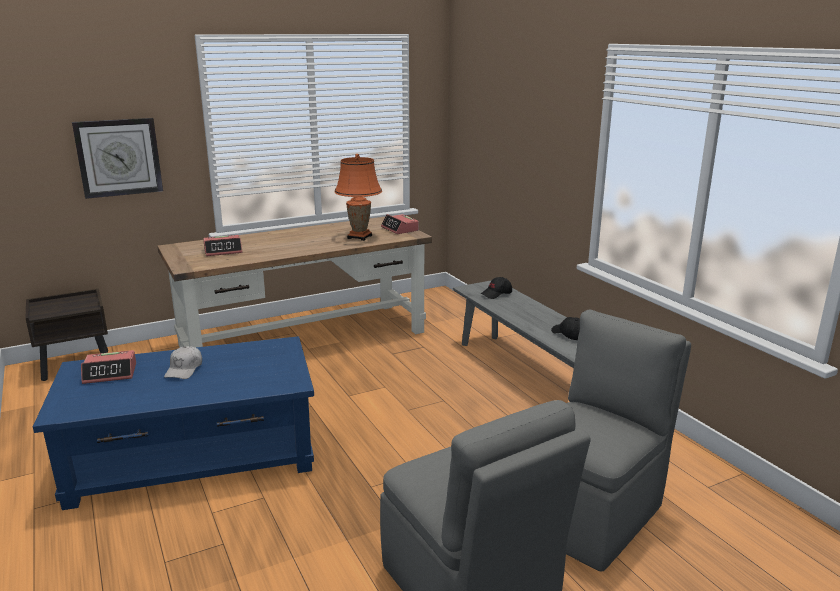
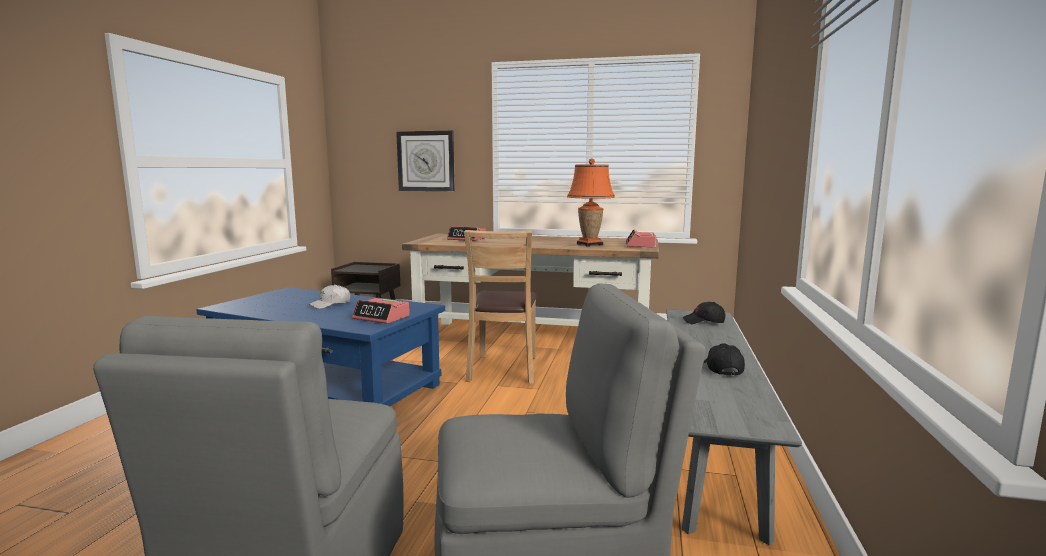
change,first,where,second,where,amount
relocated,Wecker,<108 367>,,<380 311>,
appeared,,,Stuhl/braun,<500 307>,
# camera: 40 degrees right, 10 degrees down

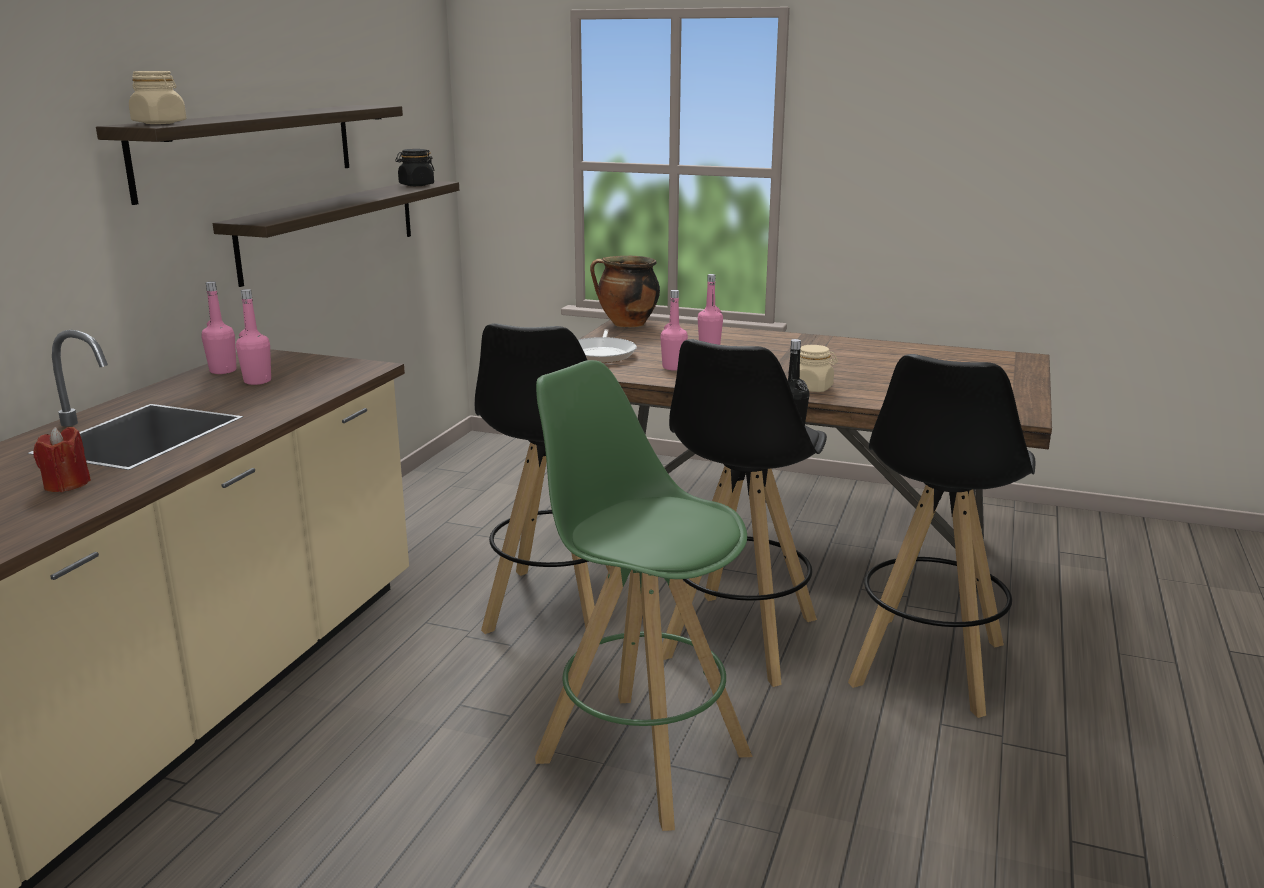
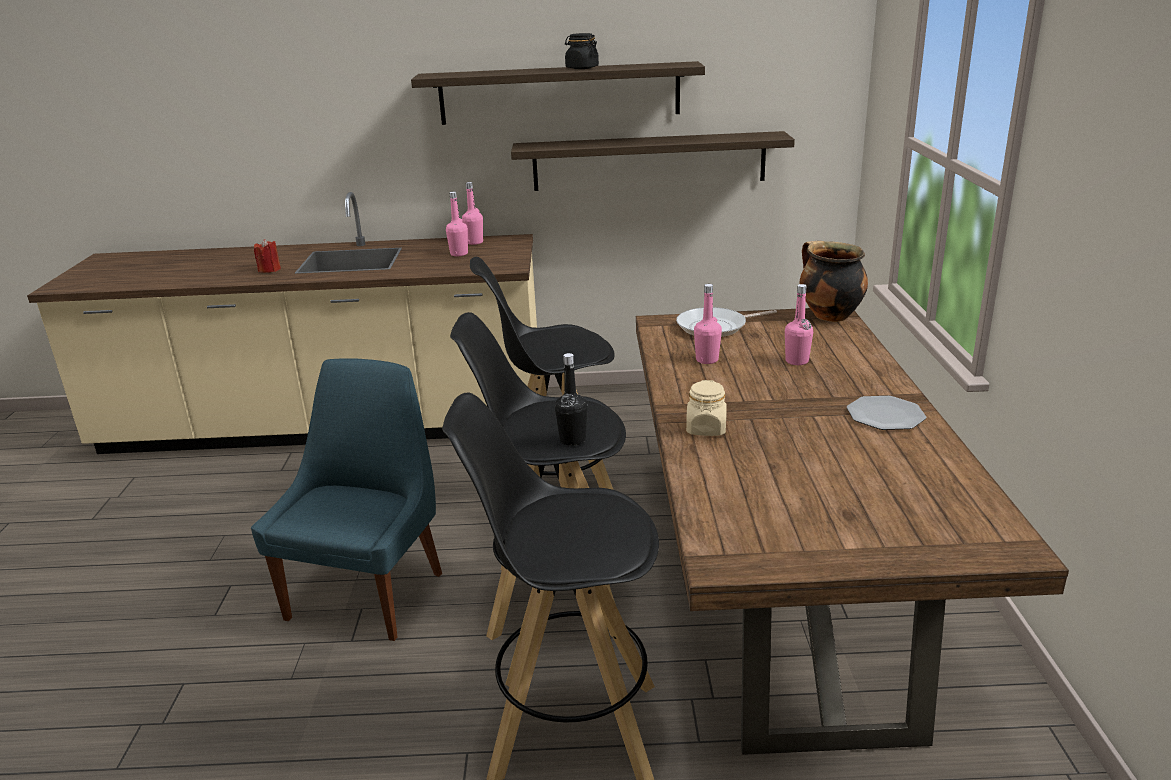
change,first,where,second,where,amount
missing,Vorratsglas/beige,<158 97>,,,
relocated,Vorratsglas/schwarz,<414 167>,,<582 51>,
exchanged,Hocker/grün,<644 595>,Stuhl/blau,<346 499>,
appeared,,,Teller,<886 413>,
# camera: 70 degrees right, 5 degrees up

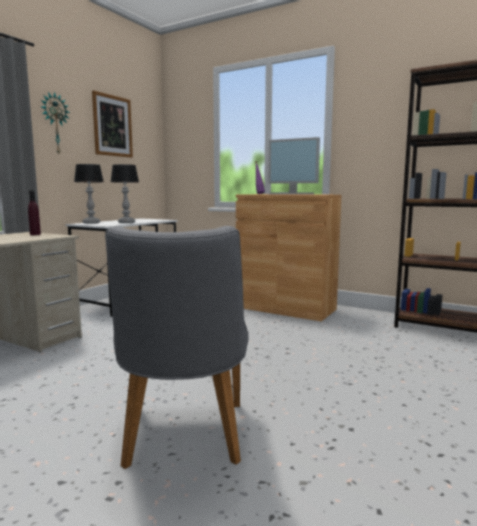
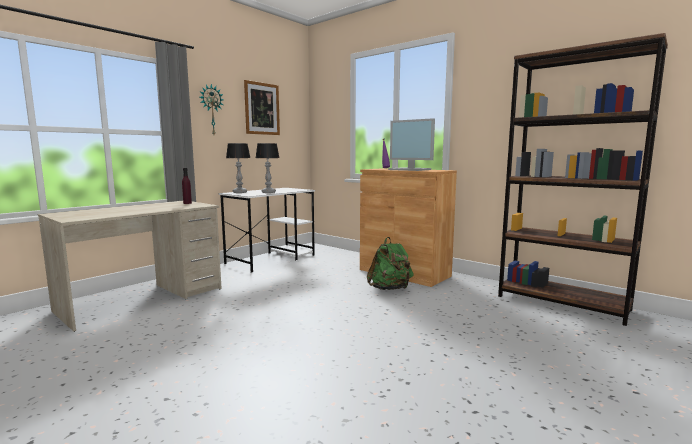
change,first,where,second,where,amount
missing,Stuhl/grau,<177 347>,,,
appeared,,,Rucksack/grün,<390 263>,
# camera: 10 degrees right, 0 degrees up

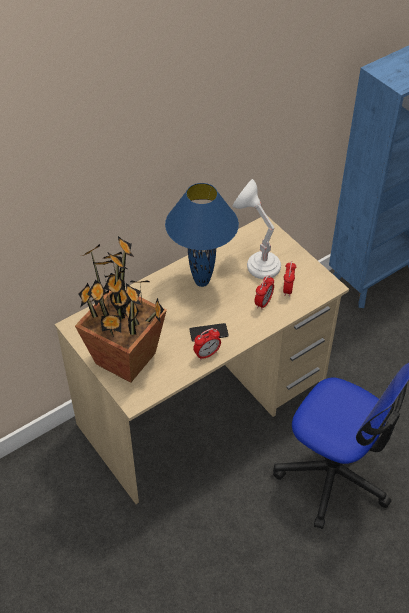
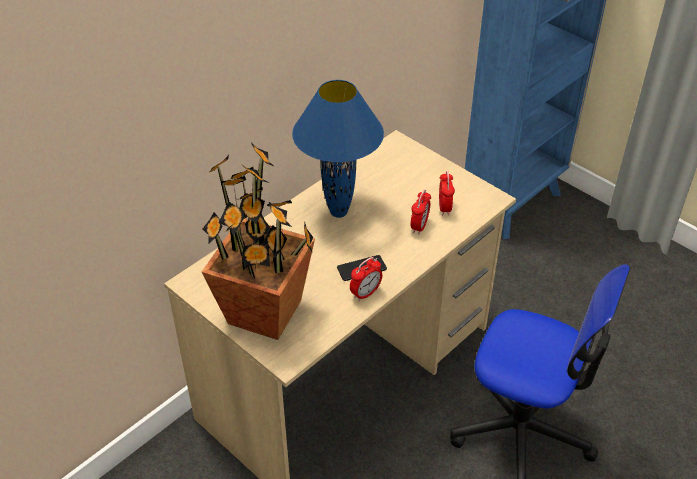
change,first,where,second,where,amount
missing,Tischlampe/weiß,<256 229>,,,
# camera: 10 degrees left, 5 degrees down

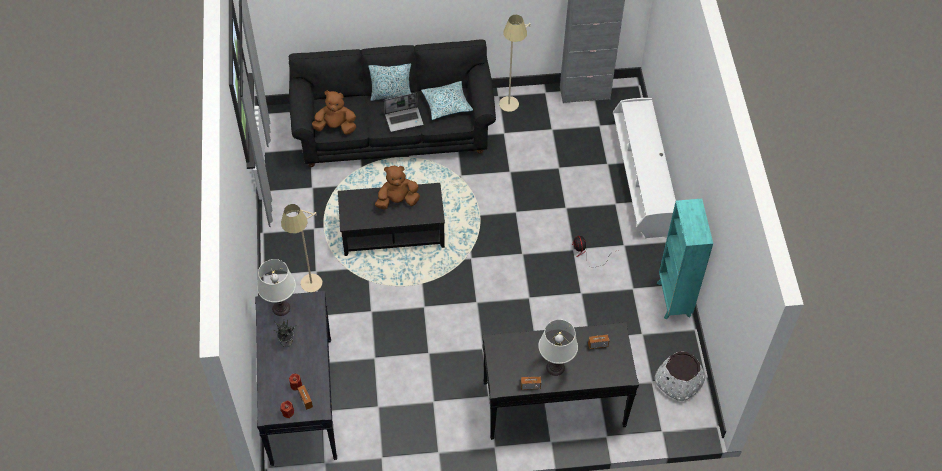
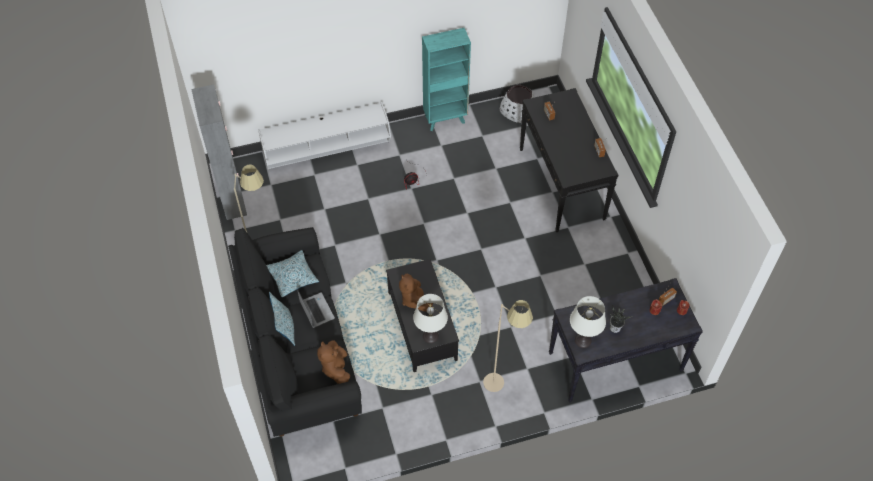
change,first,where,second,where,amount
relocated,Tischlampe/weiß,<558 347>,,<430 318>,
# camera: 100 degrees left, 0 degrees up

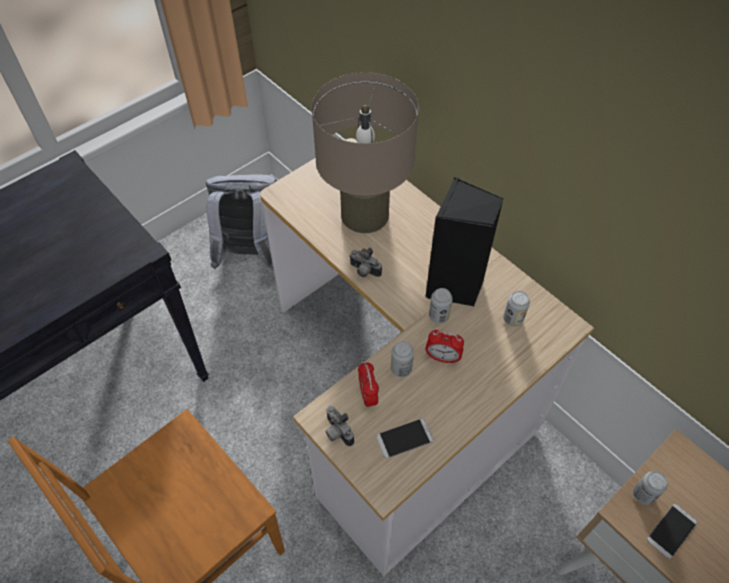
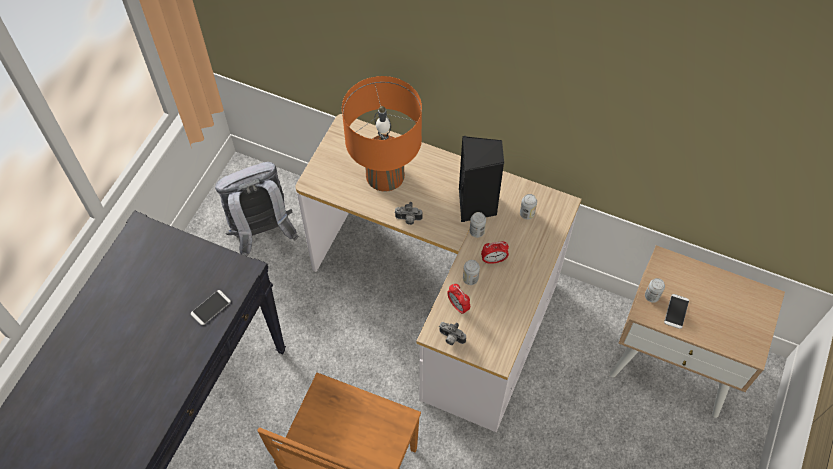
change,first,where,second,where,amount
colour,Tischlampe/beige,<365 152>,Tischlampe/orange,<382 134>,
relocated,Handy,<404 438>,,<211 307>,
# camera: 25 degrees left, 5 degrees up

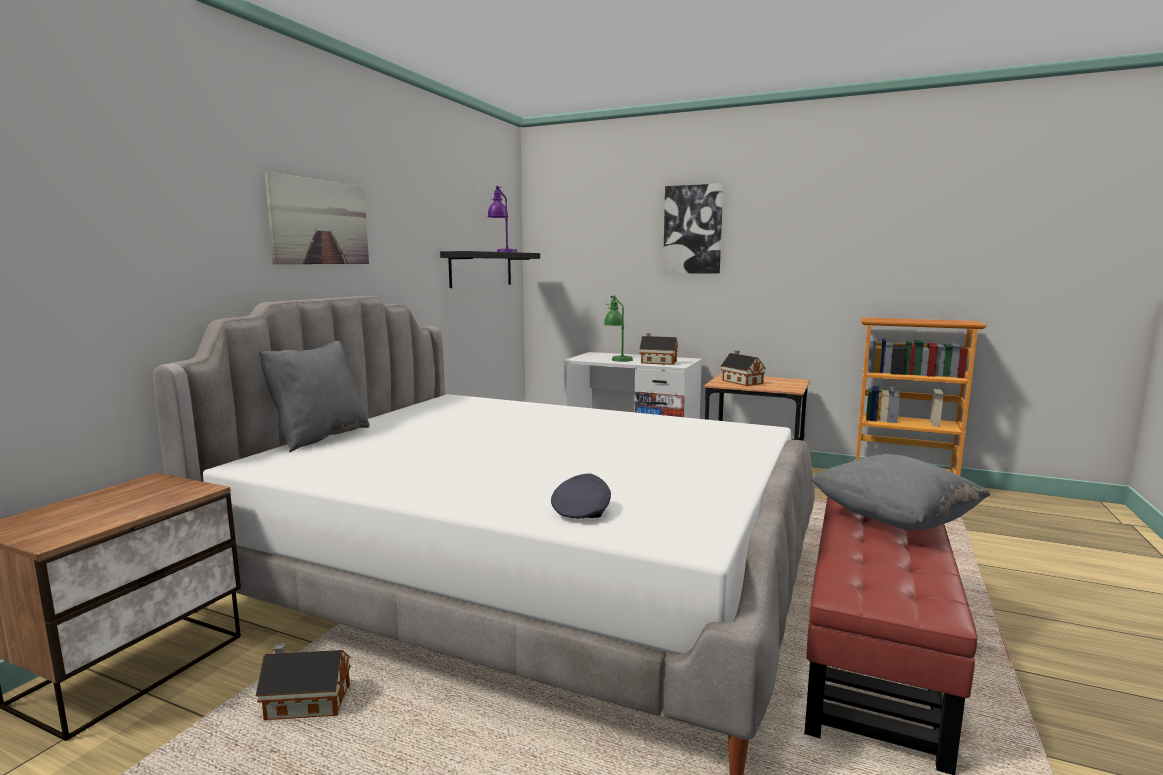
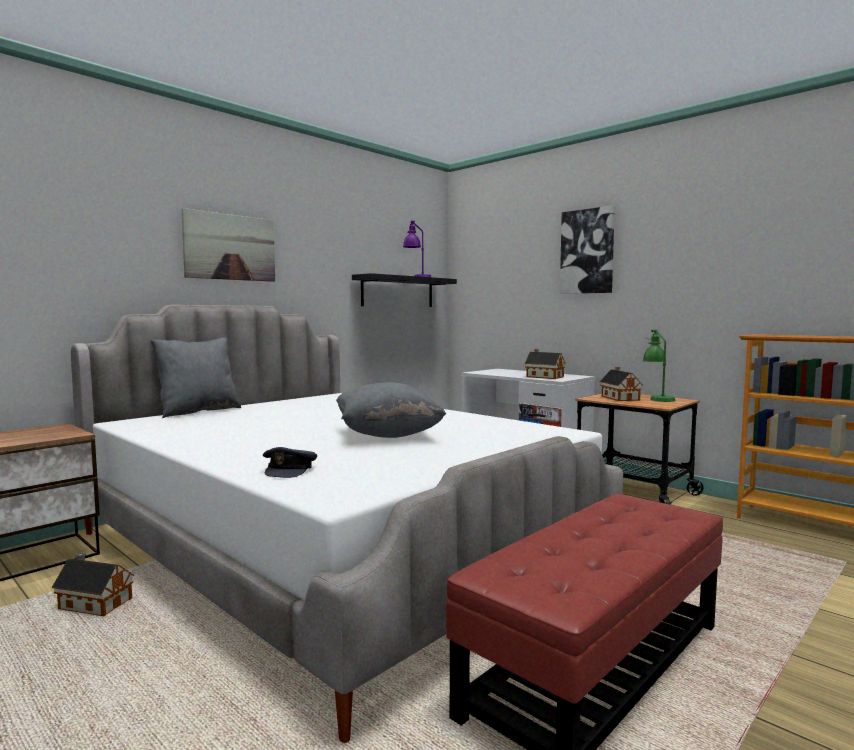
change,first,where,second,where,amount
spun,Kappe/grau,<581 495>,,<290 462>,150 degrees clockwise
relocated,Tischlampe/grün,<618 328>,,<659 365>,
relocated,Kissen/grau,<900 492>,,<391 410>,
# camera: 20 degrees right, 5 degrees down

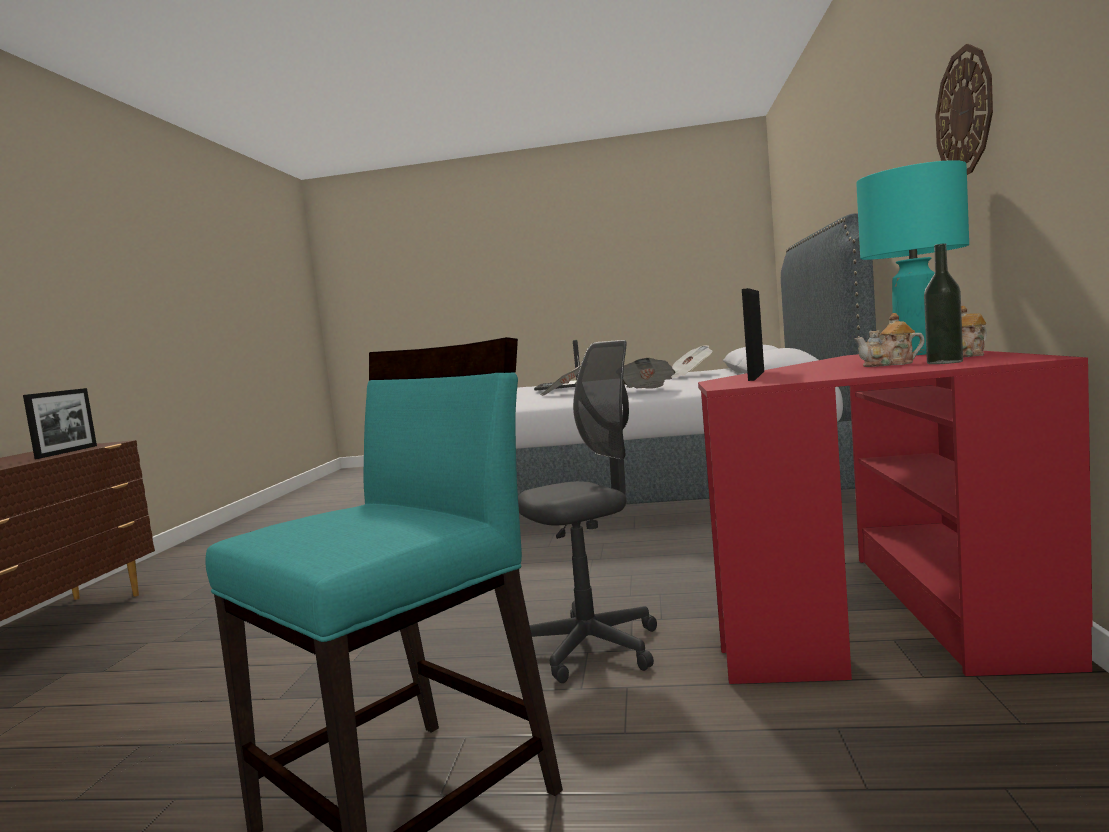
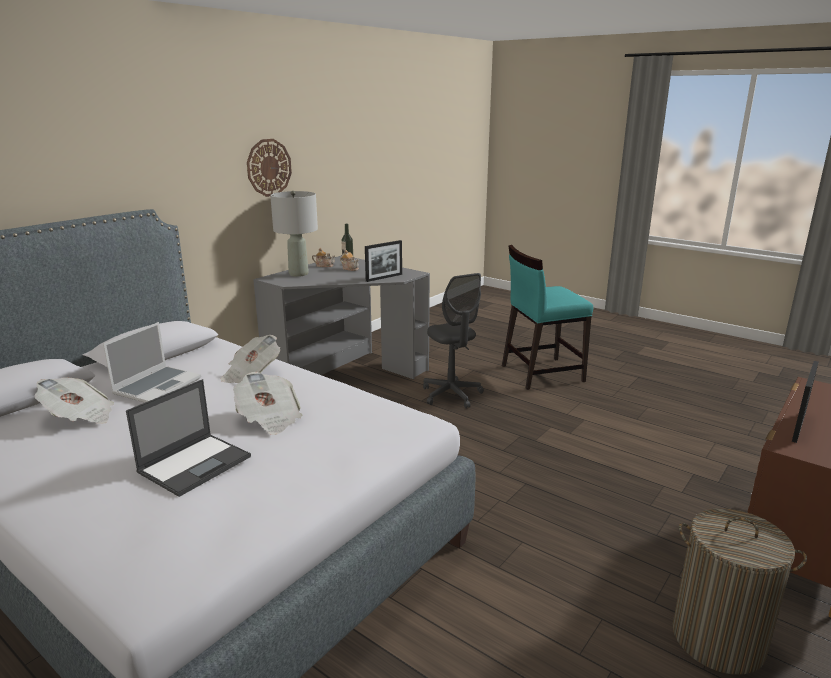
change,first,where,second,where,amount
spun,Bürostuhl/grau,<587 511>,,<453 340>,120 degrees counterclockwise
colour,Schreibtisch/rot,<895 517>,Schreibtisch/grau,<341 317>,
colour,Tischlampe/türkis,<912 257>,Tischlampe/grau,<294 234>,
appeared,,,Laptop,<152 362>,
appeared,,,Wäschekorb,<740 591>,
# camera: 150 degrees left, 15 degrees up

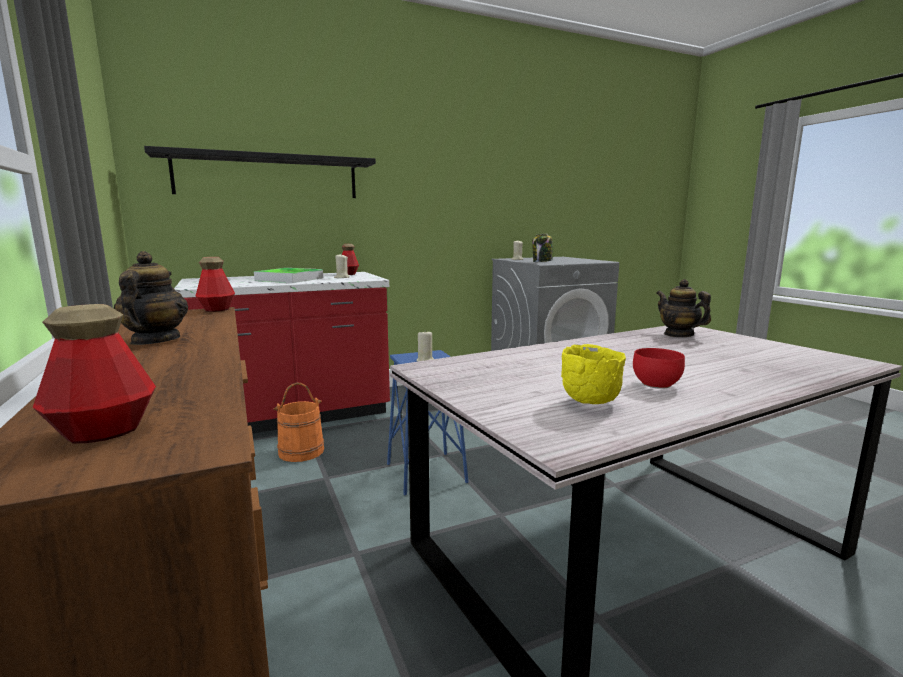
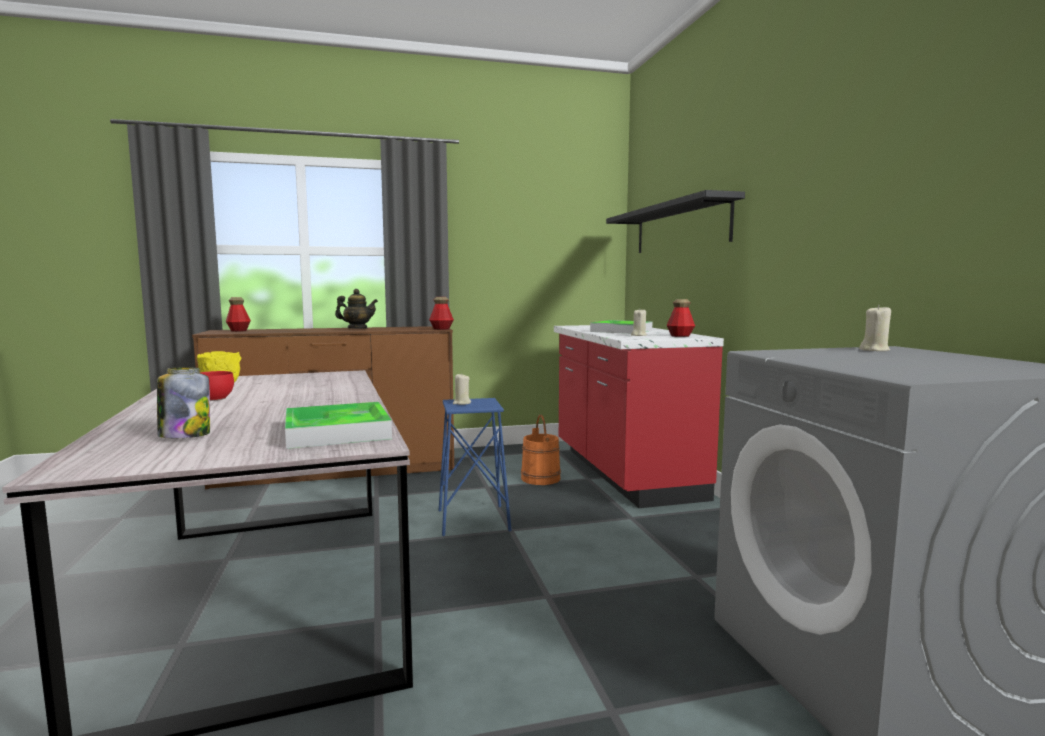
change,first,where,second,where,amount
relocated,Vorratsglas,<542 248>,,<183 402>,
exchanged,Teekanne,<683 308>,Tablett,<338 425>,
# camera: 100 degrees right, 5 degrees down

